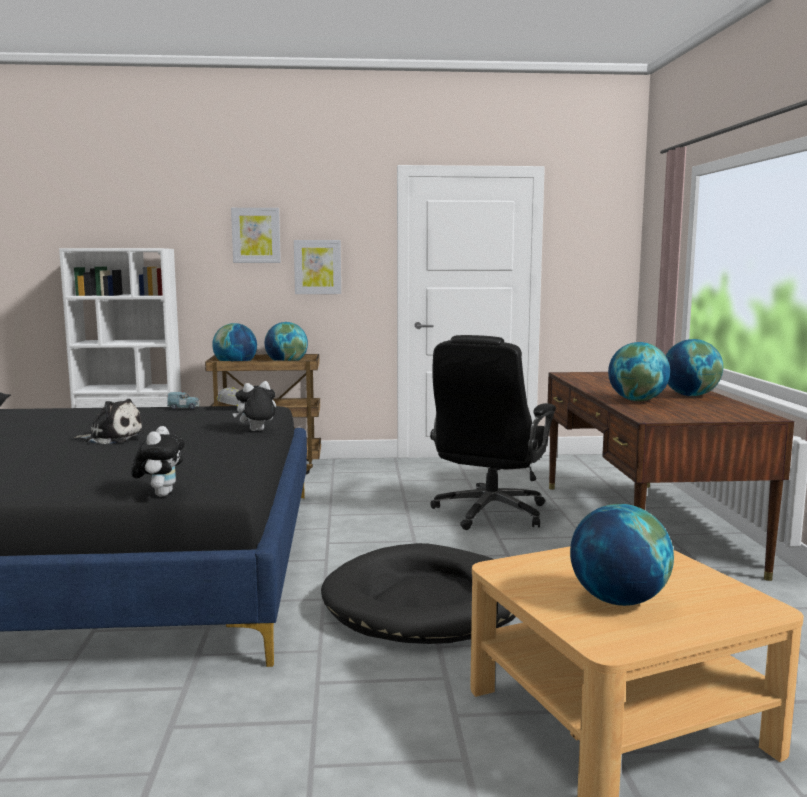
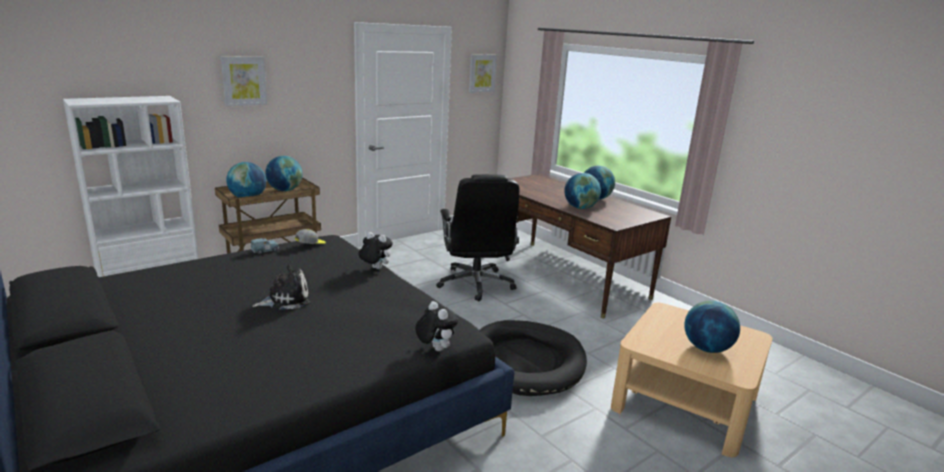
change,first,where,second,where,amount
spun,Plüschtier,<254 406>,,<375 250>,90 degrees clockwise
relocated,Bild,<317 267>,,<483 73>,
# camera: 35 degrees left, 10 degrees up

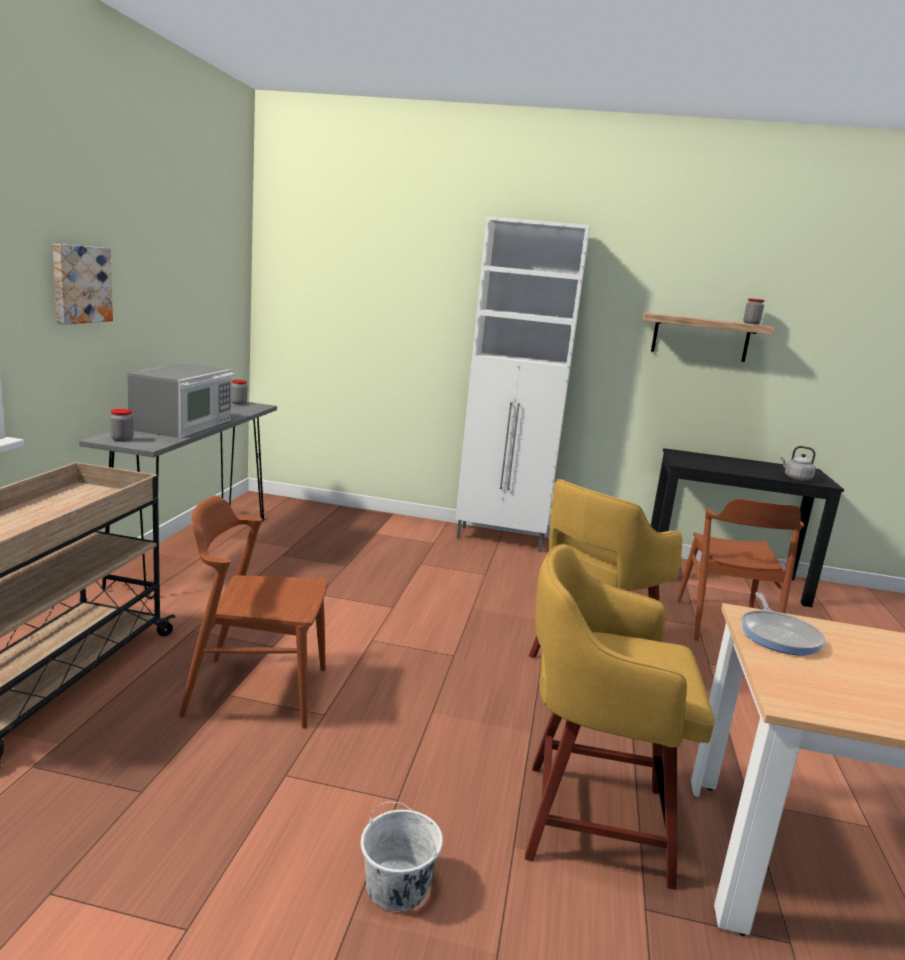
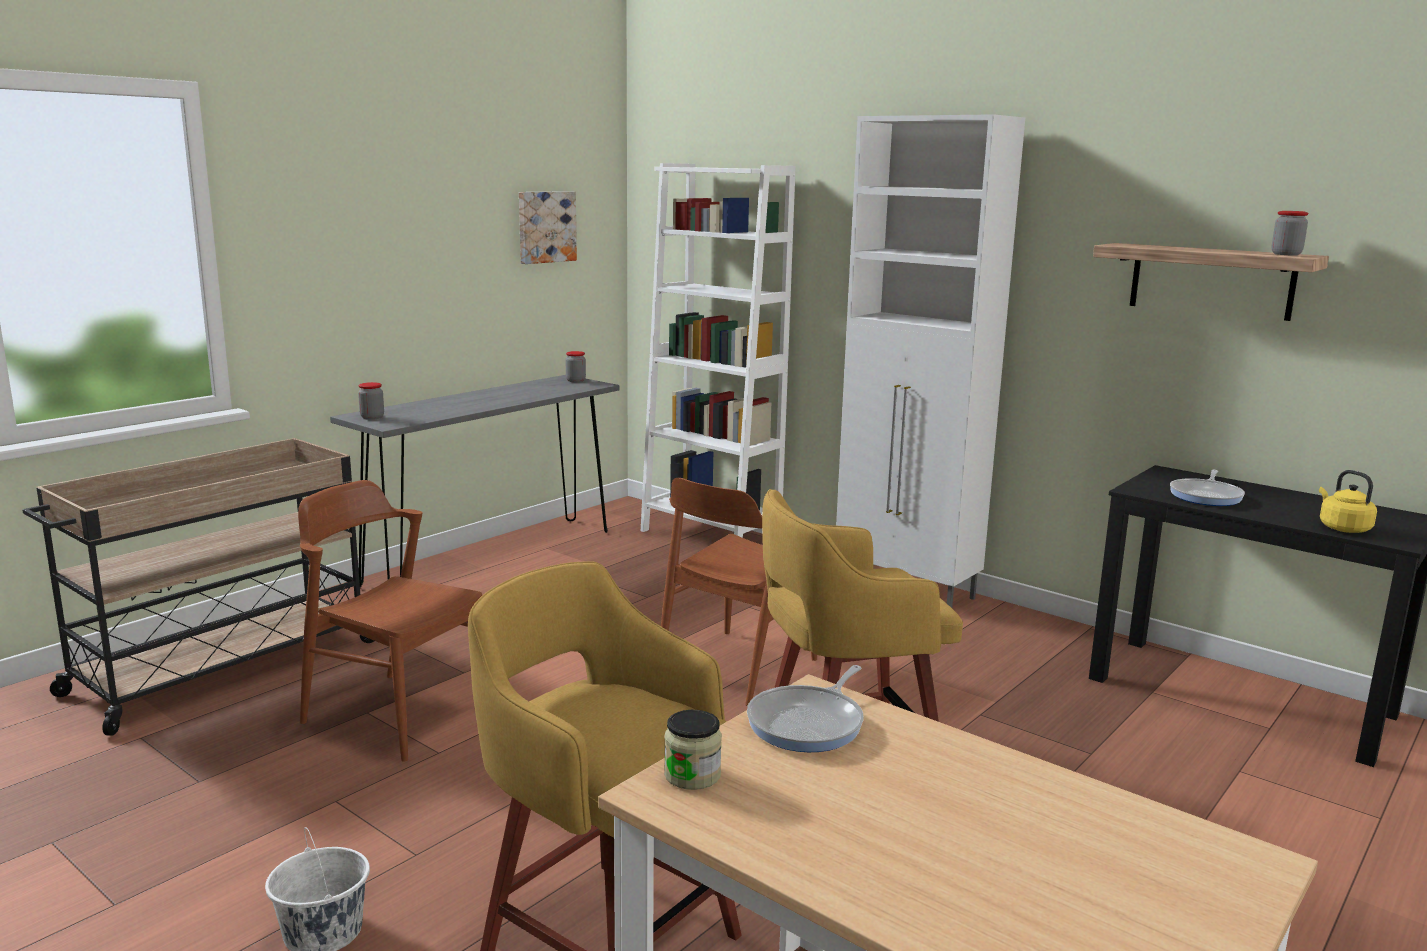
change,first,where,second,where,amount
relocated,Bild,<83 284>,,<548 227>,
missing,Mikrowelle,<181 400>,,,
relocated,Stuhl/braun,<740 570>,,<739 592>,
colour,Wasserkessel/grau,<798 463>,Wasserkessel/gelb,<1348 501>,
appeared,,,Bücherregal/weiß,<718 350>,
appeared,,,Vorratsglas,<693 750>,
appeared,,,Pfanne,<1207 488>,
# camera: 30 degrees right, 0 degrees up

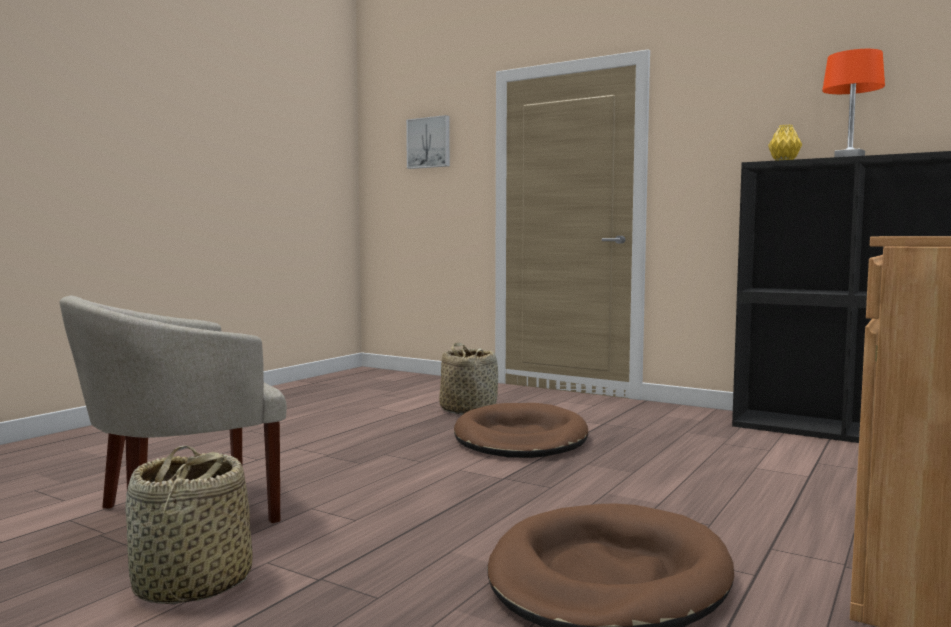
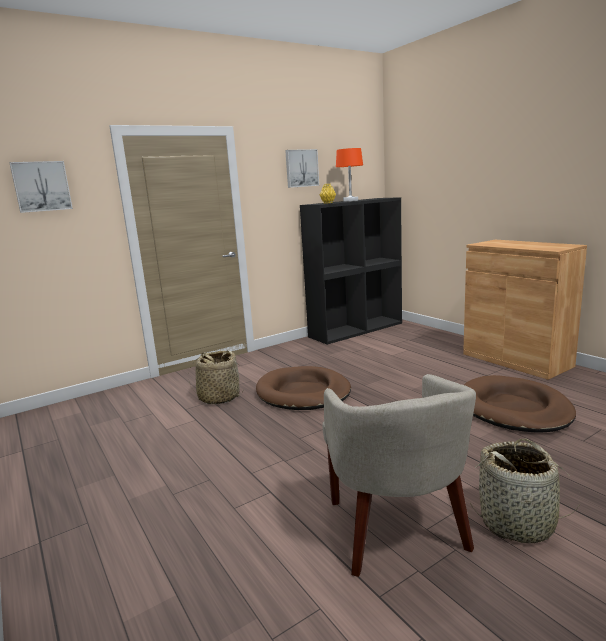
change,first,where,second,where,amount
appeared,,,Bild,<302 168>,
# camera: 65 degrees left, 10 degrees up

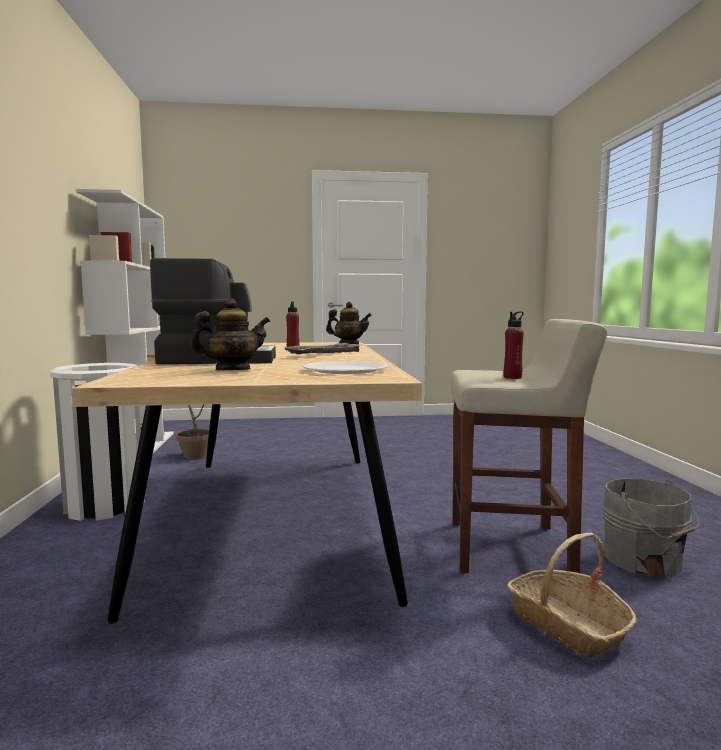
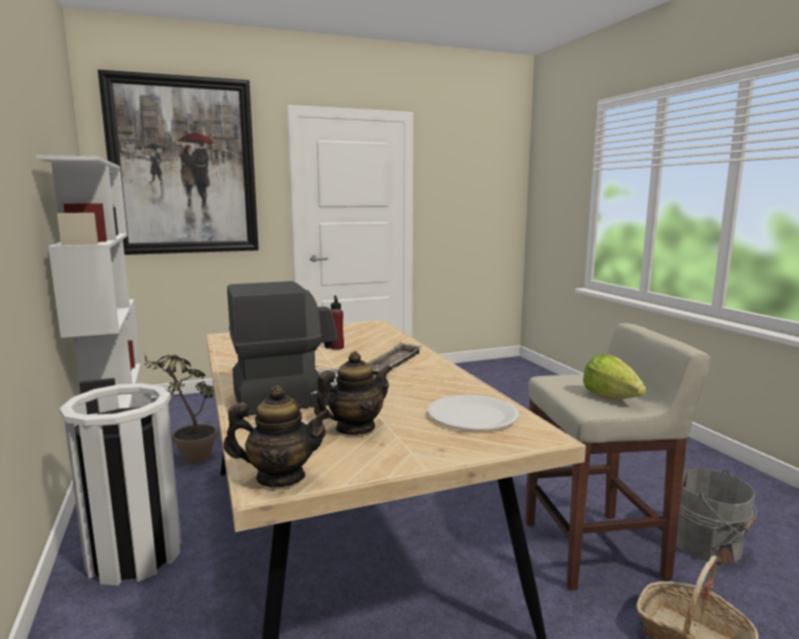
change,first,where,second,where,amount
relocated,Teekanne,<349 323>,,<277 436>,
exchanged,Flasche/rot,<514 345>,Salatkopf,<614 376>,
appeared,,,Bild,<178 162>,
# camera: 15 degrees left, 5 degrees up

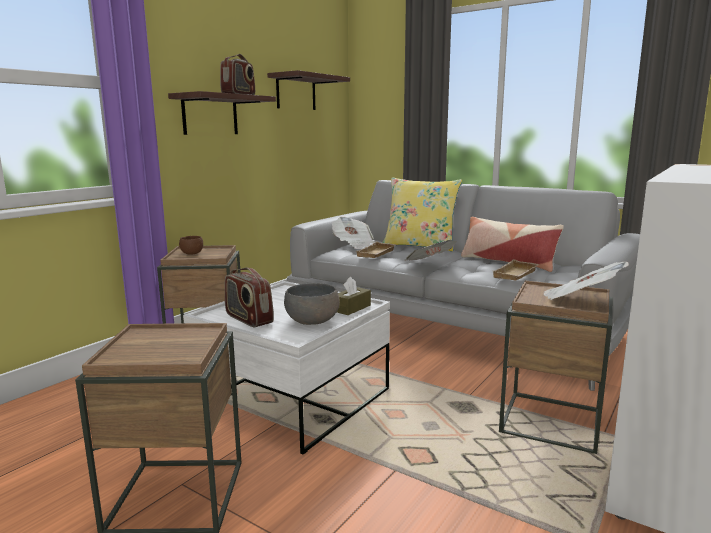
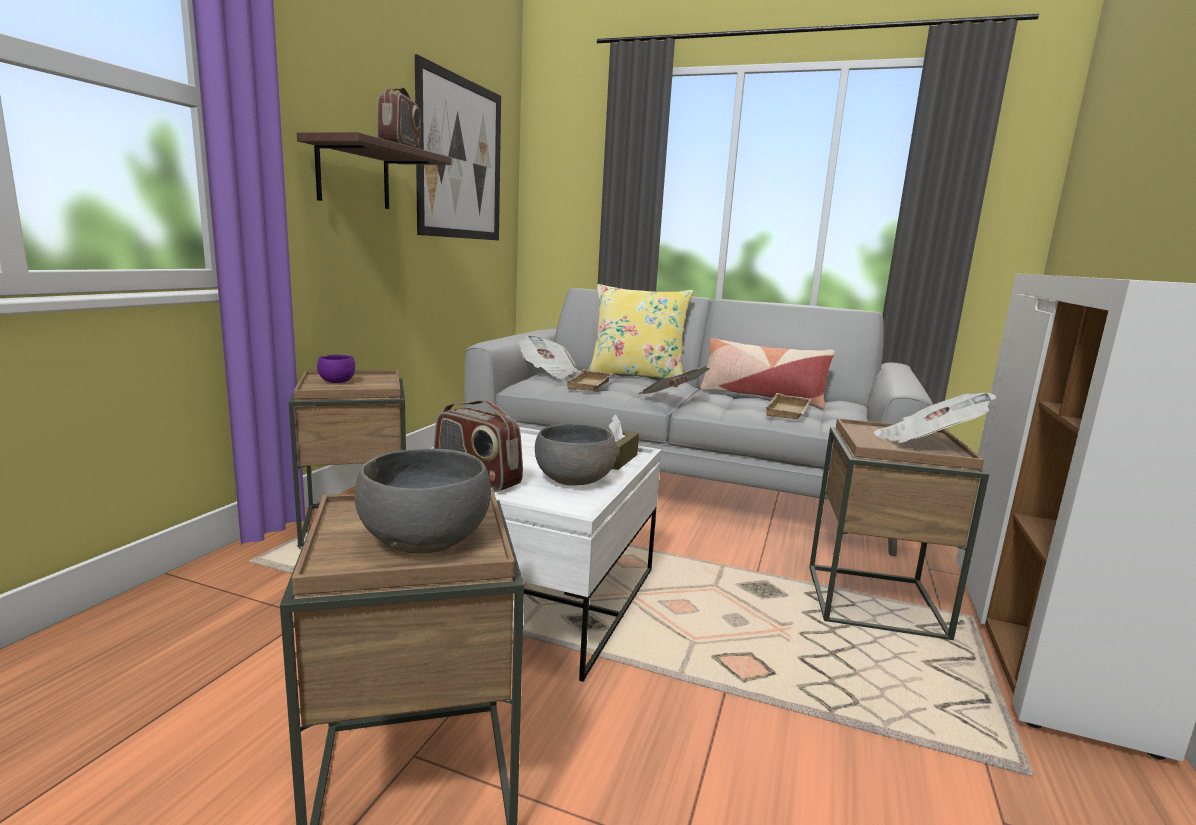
change,first,where,second,where,amount
colour,Schüssel/braun,<191 245>,Schüssel/lila,<336 369>,
exchanged,Wandregal,<308 90>,Bild,<458 147>,
appeared,,,Schüssel/grau,<422 501>,
# camera: 15 degrees left, 0 degrees up

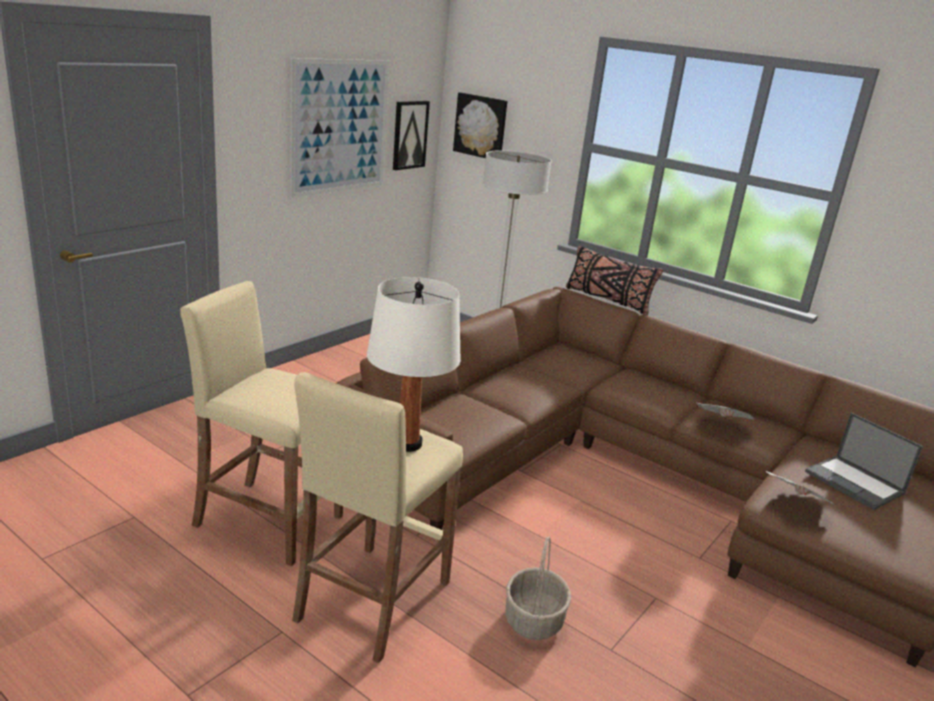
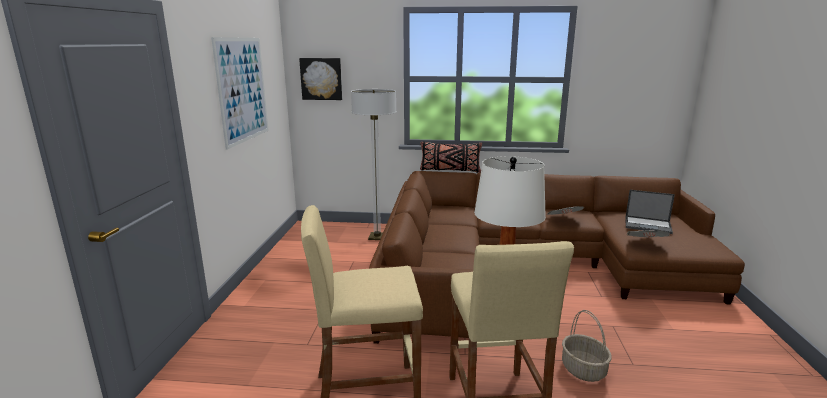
change,first,where,second,where,amount
missing,Bild,<411 135>,,,
# camera: 30 degrees left, 5 degrees down

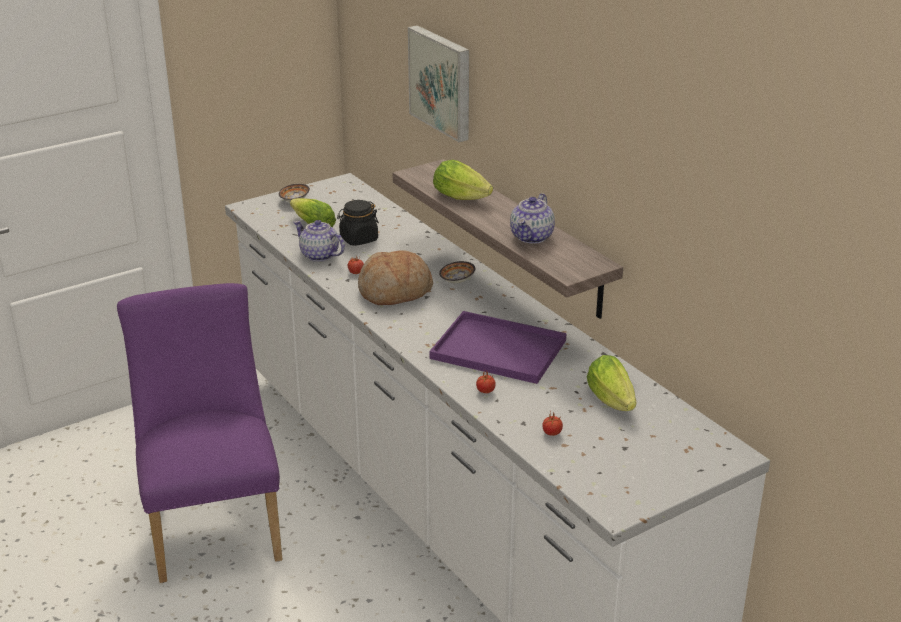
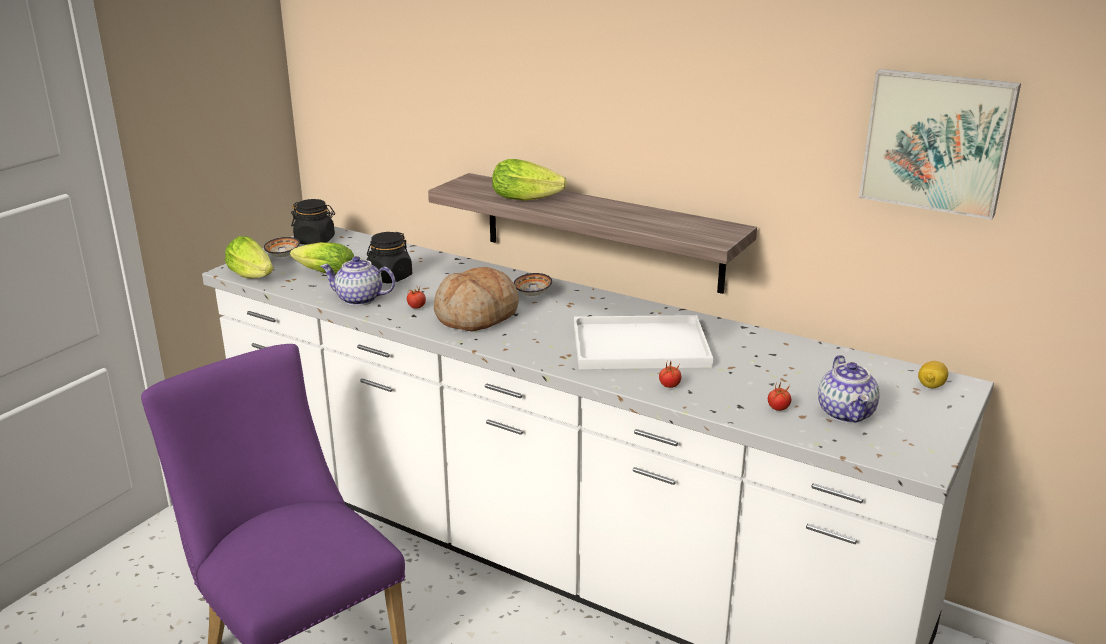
change,first,where,second,where,amount
relocated,Bild,<438 83>,,<940 144>,
colour,Tablett/lila,<498 347>,Tablett/weiß,<643 342>,
relocated,Teekanne,<532 218>,,<849 389>,
relocated,Salatkopf,<612 383>,,<249 257>,
appeared,,,Vorratsglas/schwarz,<313 222>,
appeared,,,Zitrone,<933 375>,
# camera: 25 degrees left, 5 degrees down

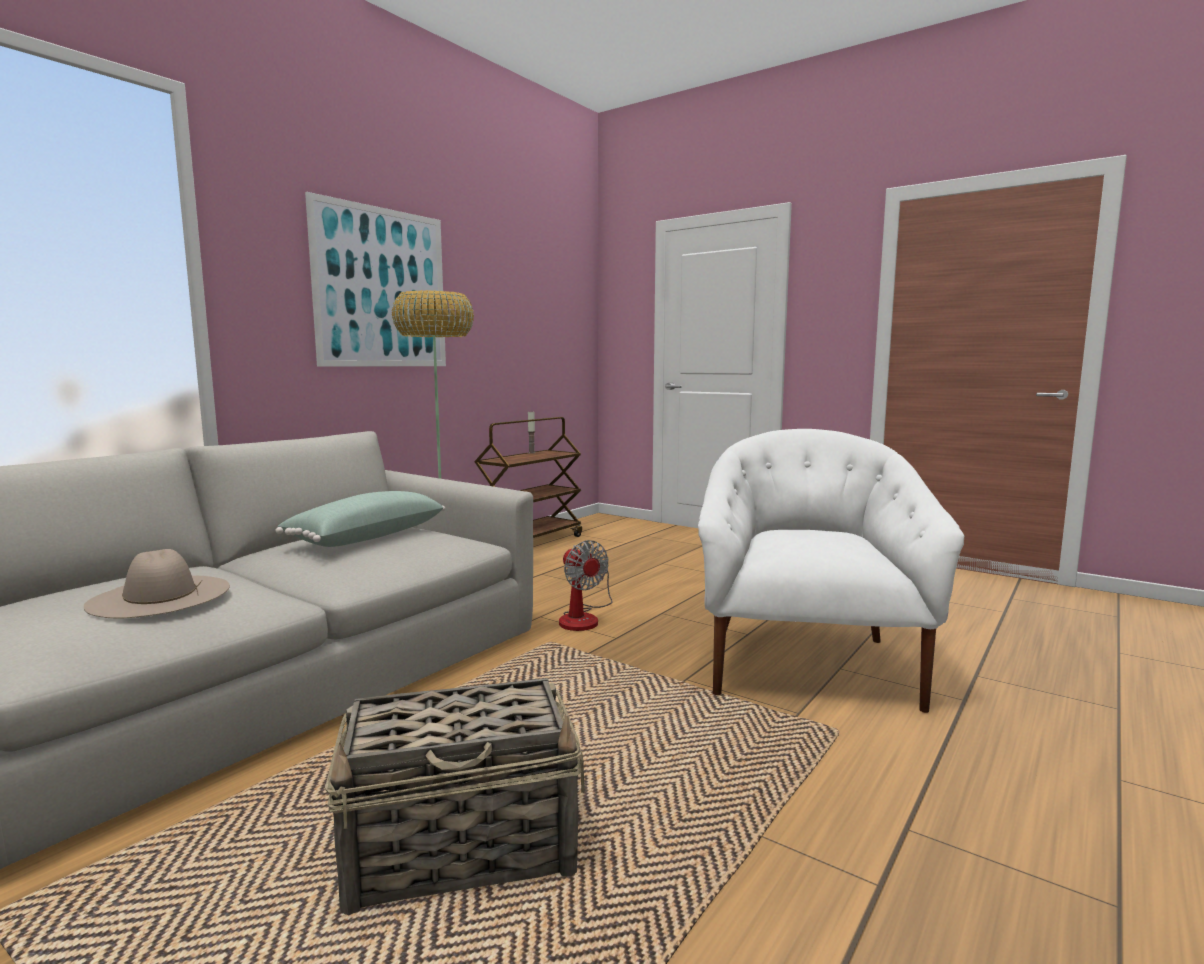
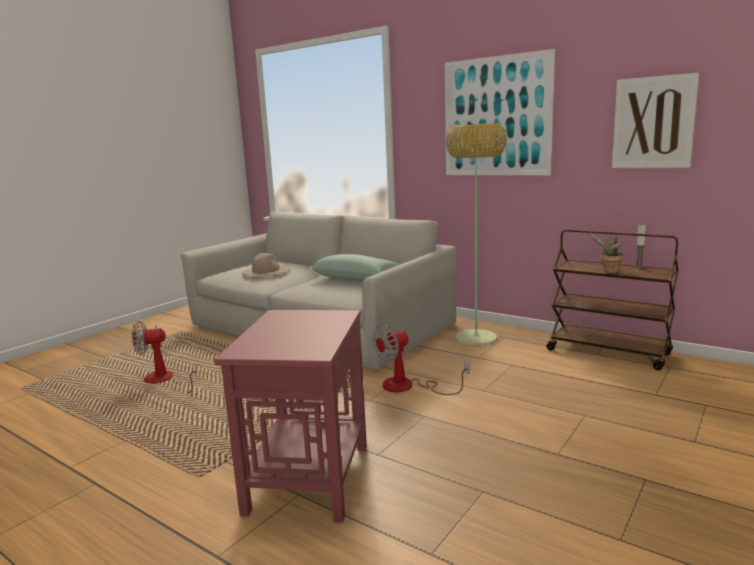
change,first,where,second,where,amount
exchanged,Korb,<455 796>,Ventilator,<164 357>,
exchanged,Sessel/weiß,<831 571>,Beistelltisch/rot,<290 416>,
appeared,,,Topfpflanze,<605 253>,
appeared,,,Bild,<655 120>,
# camera: 90 degrees right, 5 degrees up

